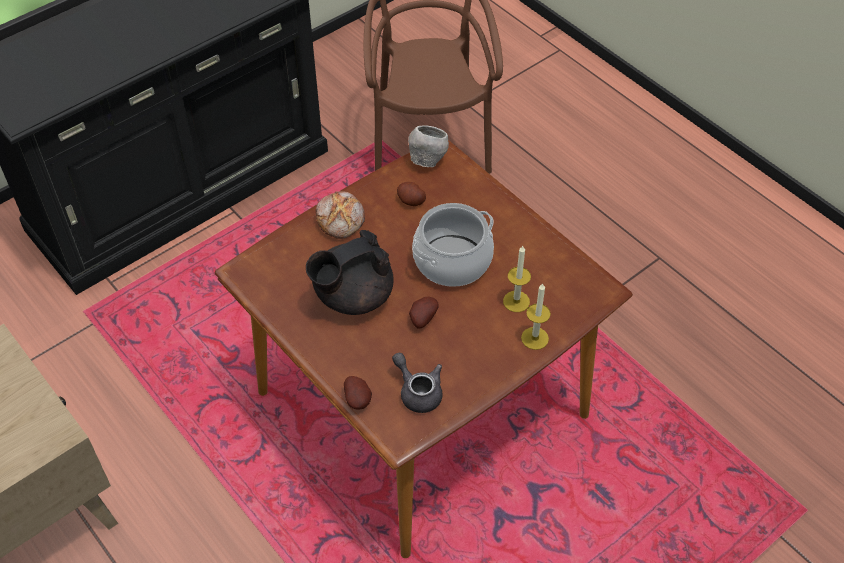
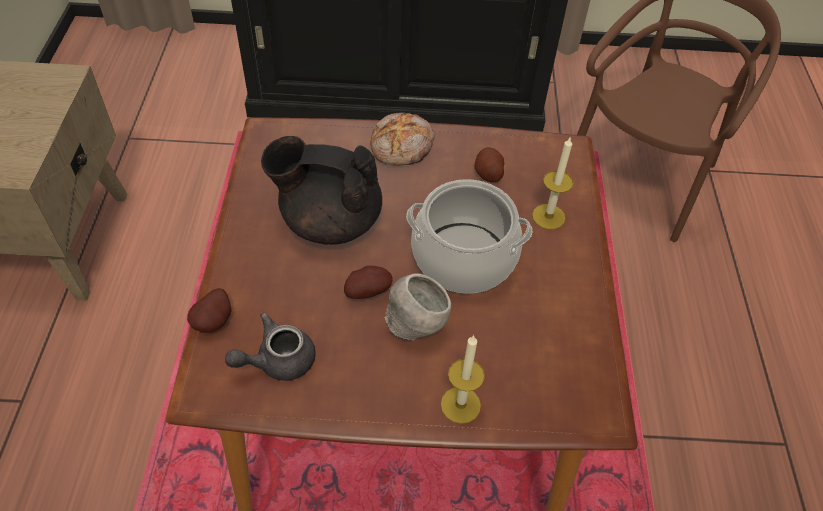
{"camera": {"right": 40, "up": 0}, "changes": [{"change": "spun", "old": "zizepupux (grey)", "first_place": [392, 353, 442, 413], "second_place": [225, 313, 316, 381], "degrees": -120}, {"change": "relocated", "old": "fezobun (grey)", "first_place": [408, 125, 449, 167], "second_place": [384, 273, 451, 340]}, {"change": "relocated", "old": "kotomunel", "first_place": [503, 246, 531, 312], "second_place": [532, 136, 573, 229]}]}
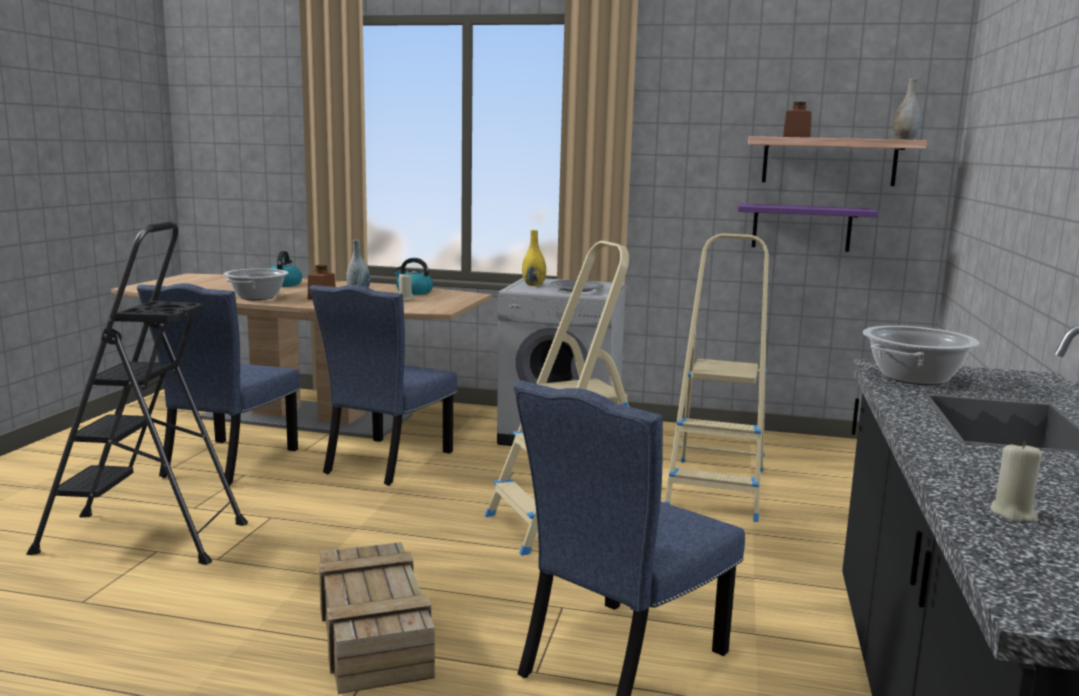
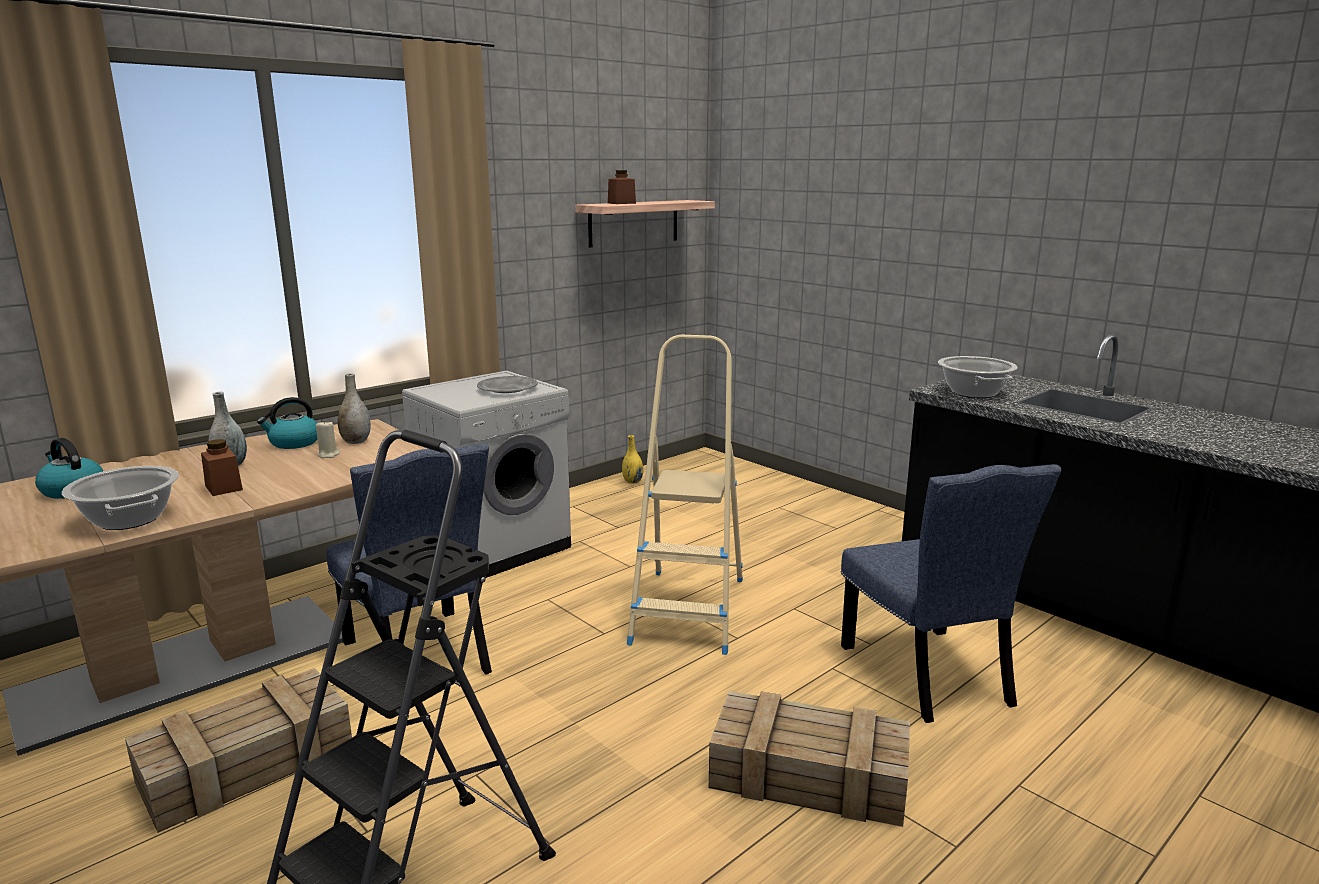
{"camera": {"right": -55, "up": 5}, "changes": [{"change": "exchanged", "old": "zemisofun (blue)", "new": "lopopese", "first_place": [137, 283, 300, 486], "second_place": [125, 668, 352, 833]}, {"change": "relocated", "old": "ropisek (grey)", "first_place": [893, 79, 922, 140], "second_place": [338, 373, 371, 444]}, {"change": "relocated", "old": "ropisek (yellow)", "first_place": [522, 230, 546, 286], "second_place": [622, 435, 643, 484]}, {"change": "missing", "old": "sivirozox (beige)", "first_place": [665, 234, 769, 522]}, {"change": "missing", "old": "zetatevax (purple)", "first_place": [738, 203, 879, 252]}, {"change": "missing", "old": "kotomunel (beige)", "first_place": [990, 441, 1042, 523]}]}
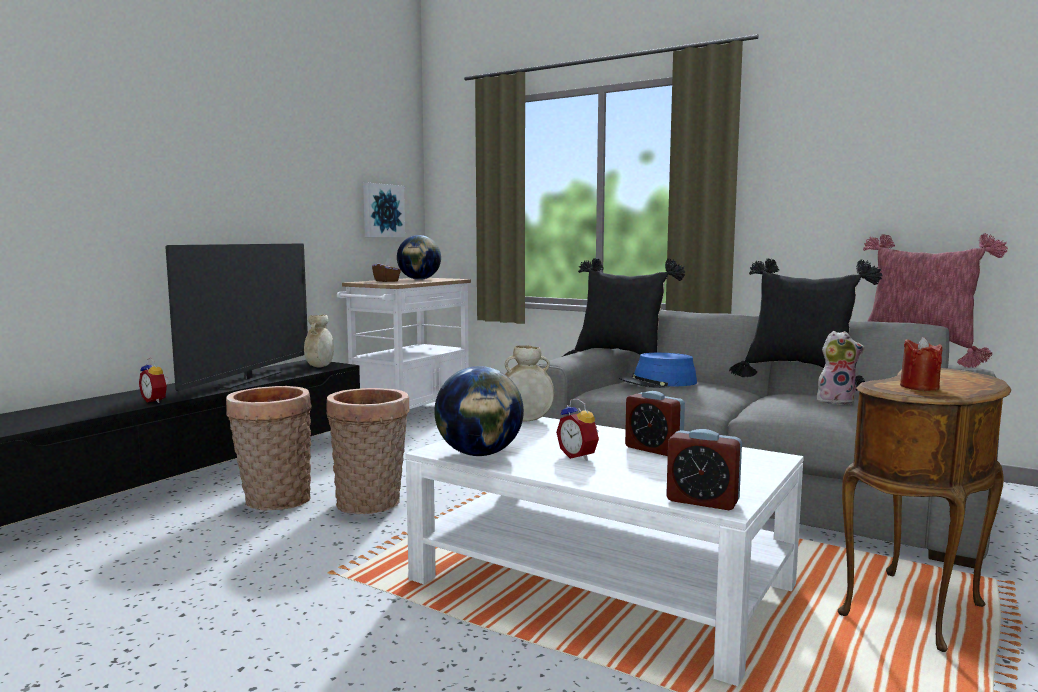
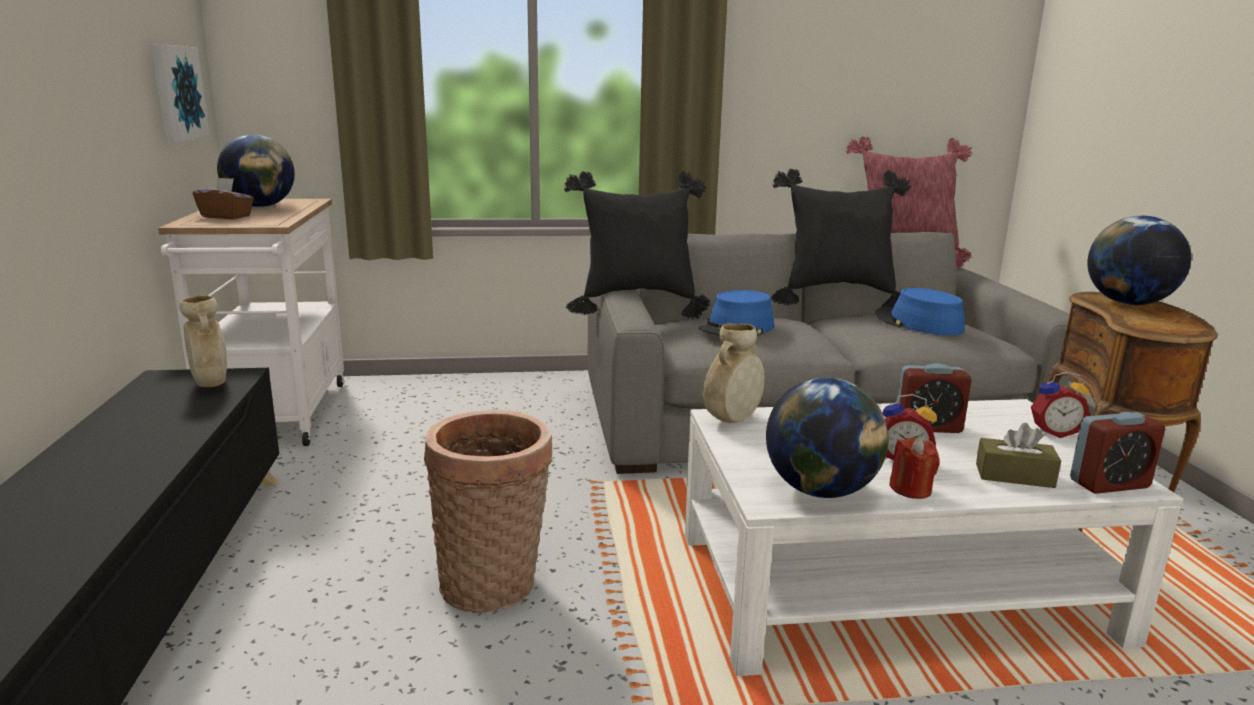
{"camera": {"right": -40, "up": 10}, "changes": [{"change": "exchanged", "old": "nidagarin", "new": "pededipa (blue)", "first_place": [817, 331, 865, 405], "second_place": [876, 288, 965, 335]}, {"change": "relocated", "old": "kotomunel (red)", "first_place": [900, 337, 942, 391], "second_place": [889, 437, 940, 499]}, {"change": "appeared", "new": "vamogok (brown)", "second_place": [976, 423, 1061, 488]}, {"change": "relocated", "old": "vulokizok", "first_place": [139, 358, 169, 403], "second_place": [1031, 372, 1090, 438]}, {"change": "appeared", "new": "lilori", "second_place": [1087, 216, 1191, 305]}, {"change": "missing", "old": "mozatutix", "first_place": [166, 243, 308, 391]}, {"change": "missing", "old": "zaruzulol", "first_place": [226, 386, 312, 510]}]}
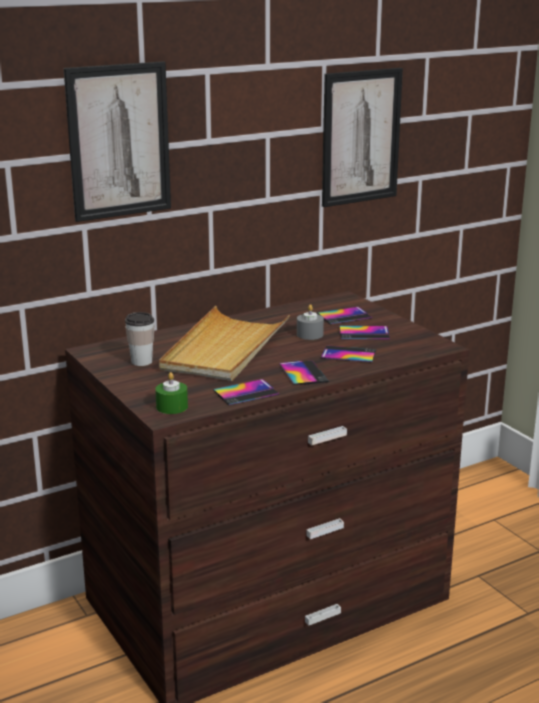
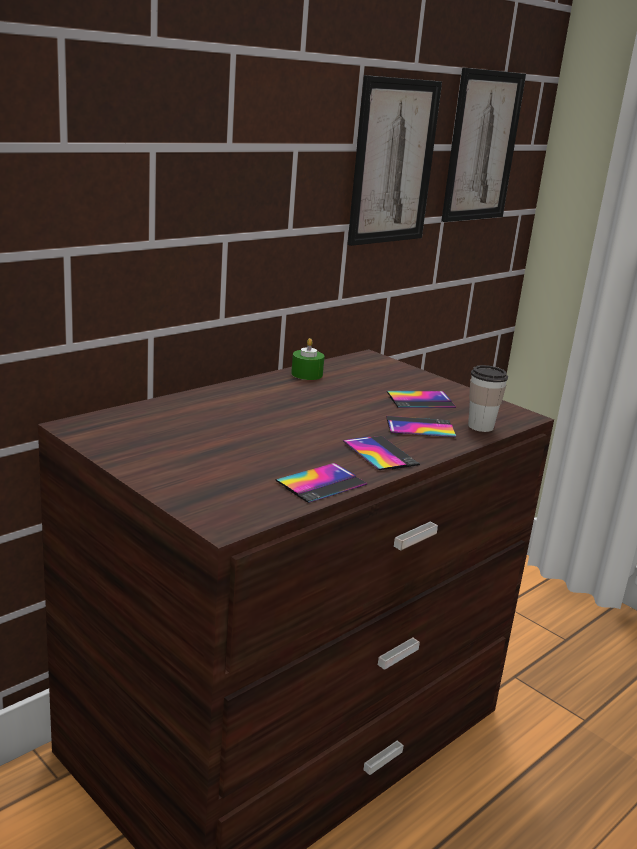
{"camera": {"right": -15, "up": 0}, "changes": [{"change": "relocated", "old": "kotomunel (green)", "first_place": [155, 372, 188, 414], "second_place": [291, 338, 325, 380]}, {"change": "relocated", "old": "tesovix", "first_place": [63, 61, 171, 222], "second_place": [441, 67, 526, 222]}, {"change": "relocated", "old": "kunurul", "first_place": [125, 312, 154, 366], "second_place": [468, 365, 508, 432]}, {"change": "missing", "old": "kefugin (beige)", "first_place": [159, 306, 290, 381]}, {"change": "missing", "old": "kotomunel (grey)", "first_place": [297, 304, 324, 340]}, {"change": "missing", "old": "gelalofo", "first_place": [317, 307, 372, 324]}]}
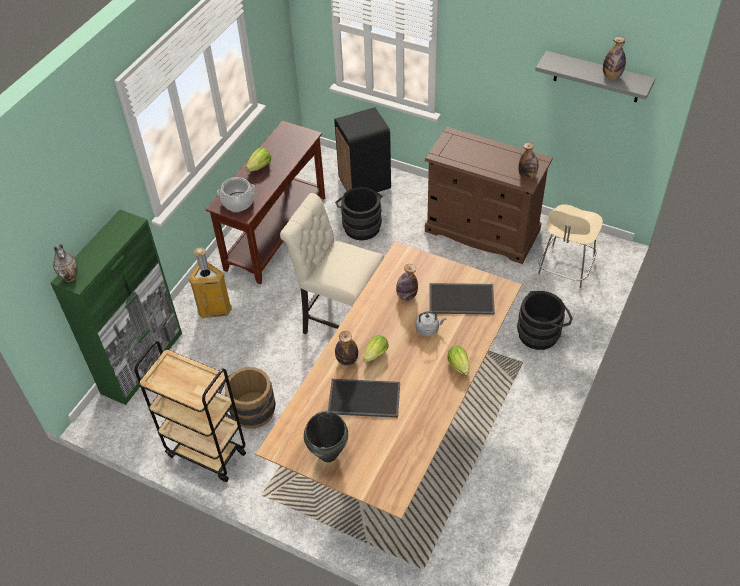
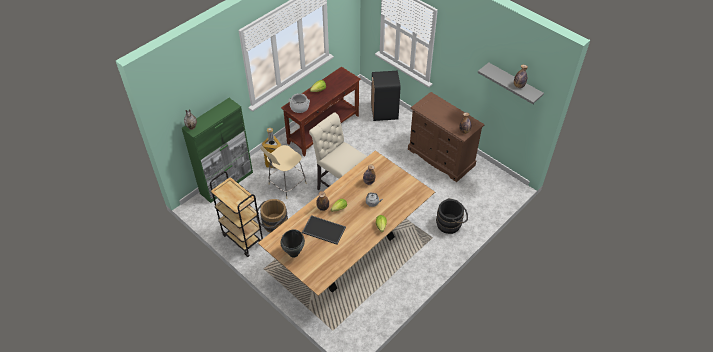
{"camera": {"right": 15, "up": 0}, "changes": [{"change": "relocated", "old": "zemisofun (beige)", "first_place": [537, 204, 603, 293], "second_place": [260, 145, 307, 199]}, {"change": "missing", "old": "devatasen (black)", "first_place": [335, 187, 383, 240]}, {"change": "missing", "old": "kefugin", "first_place": [429, 283, 495, 315]}]}
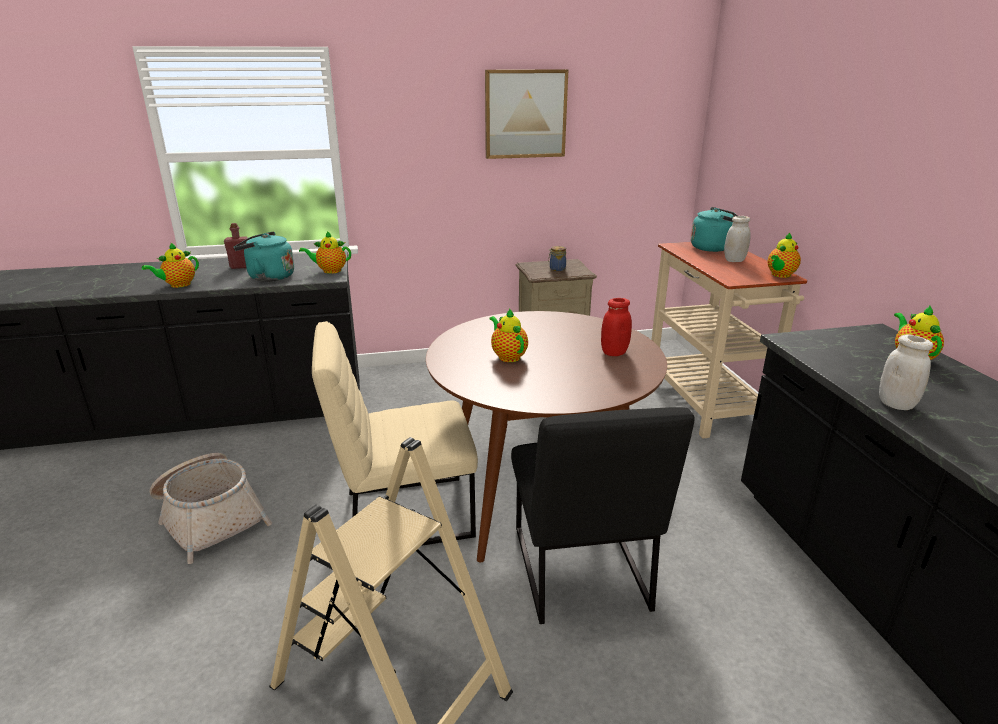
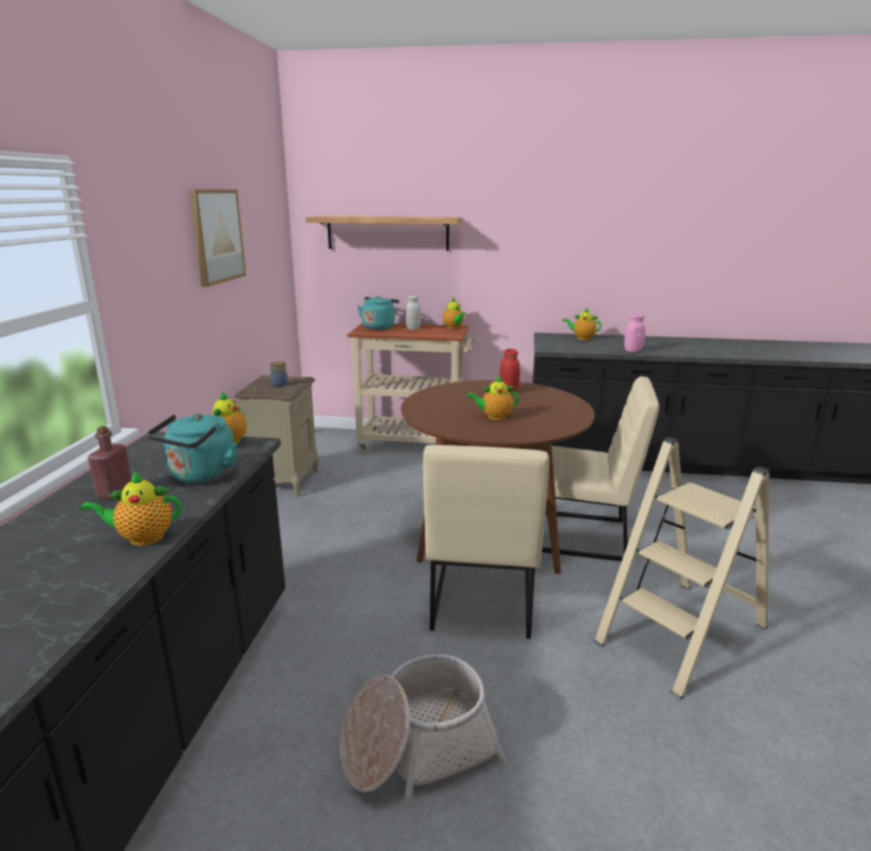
{"camera": {"right": -70, "up": -5}, "changes": [{"change": "spun", "old": "zizepupux", "first_place": [142, 242, 199, 288], "second_place": [80, 471, 181, 546], "degrees": 105}, {"change": "appeared", "new": "zetatevax", "second_place": [305, 216, 461, 251]}, {"change": "colour", "old": "zemisofun (black)", "new": "zemisofun (beige)", "first_place": [511, 407, 695, 624], "second_place": [542, 376, 659, 561]}, {"change": "colour", "old": "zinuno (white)", "new": "zinuno (pink)", "first_place": [879, 335, 933, 410], "second_place": [624, 314, 646, 352]}]}
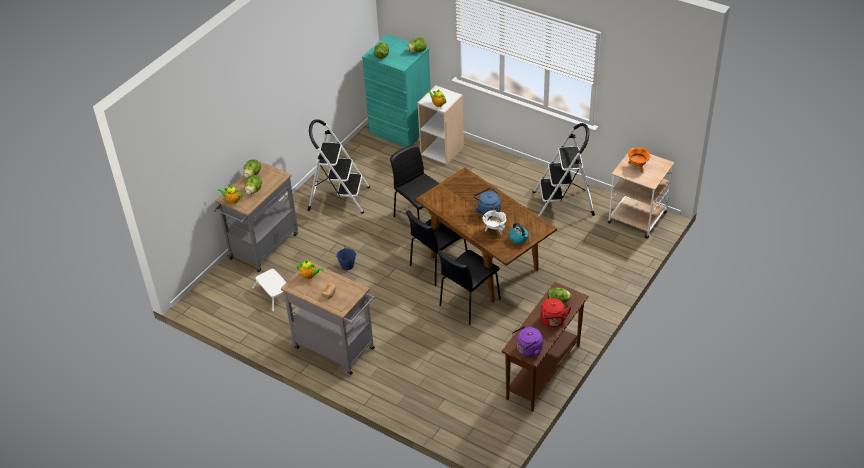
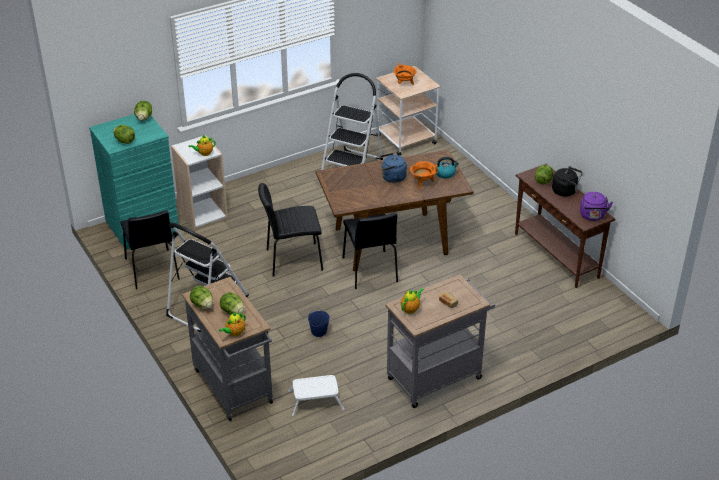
{"camera": {"right": -65, "up": -5}, "changes": [{"change": "relocated", "old": "zemisofun (black)", "first_place": [437, 250, 501, 325], "second_place": [120, 210, 180, 289]}, {"change": "colour", "old": "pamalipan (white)", "new": "pamalipan (orange)", "first_place": [483, 210, 506, 236], "second_place": [410, 161, 438, 189]}, {"change": "colour", "old": "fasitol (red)", "new": "fasitol (black)", "first_place": [540, 298, 571, 327], "second_place": [552, 166, 582, 197]}]}
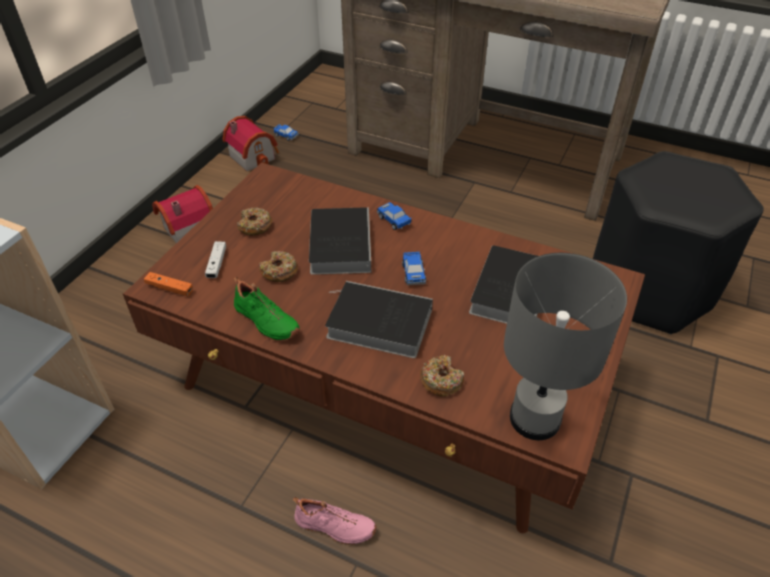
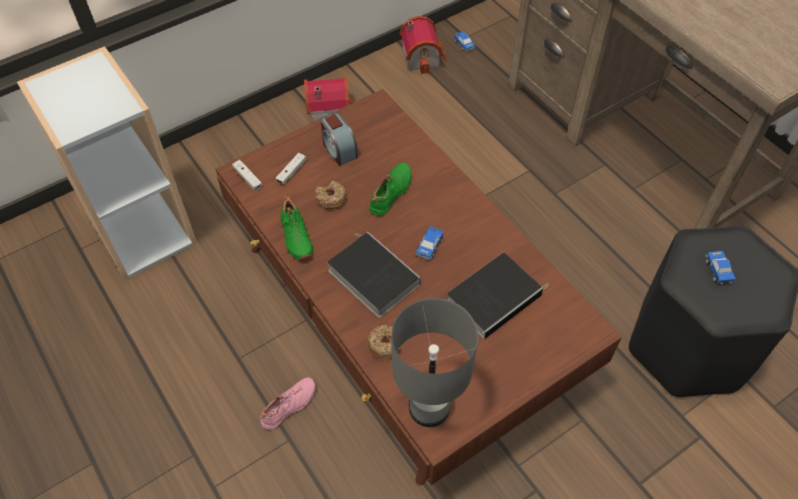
{"camera": {"right": 30, "up": 10}, "changes": [{"change": "colour", "old": "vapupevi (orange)", "new": "vapupevi (white)", "first_place": [144, 272, 193, 296], "second_place": [232, 160, 262, 191]}, {"change": "spun", "old": "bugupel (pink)", "first_place": [293, 497, 376, 545], "second_place": [259, 377, 316, 430], "degrees": -90}, {"change": "exchanged", "old": "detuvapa", "new": "vulokizok", "first_place": [237, 207, 273, 236], "second_place": [321, 112, 358, 166]}, {"change": "exchanged", "old": "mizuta", "new": "bugupel (green)", "first_place": [309, 207, 371, 275], "second_place": [369, 163, 411, 216]}, {"change": "relocated", "old": "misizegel", "first_place": [377, 202, 411, 230], "second_place": [705, 251, 736, 284]}]}
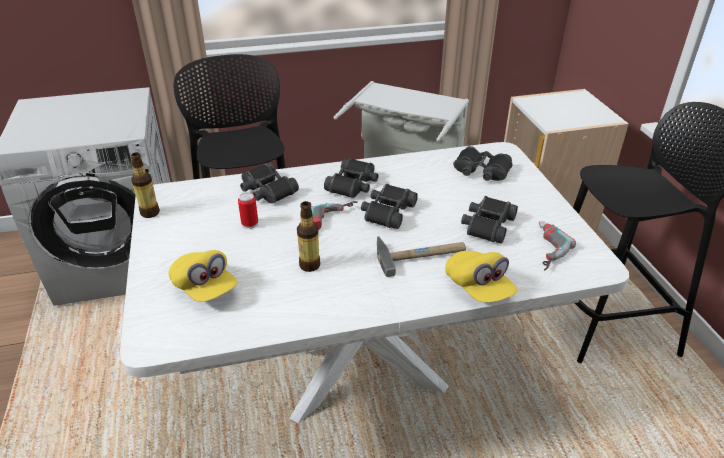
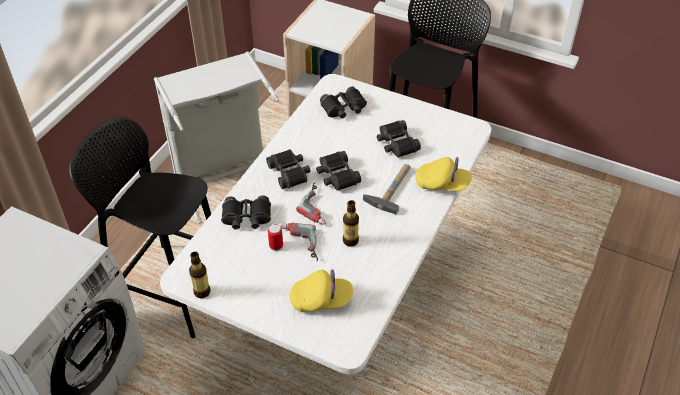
{"camera": {"right": -50, "up": 10}, "changes": [{"change": "relocated", "old": "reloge", "first_place": [539, 221, 576, 271], "second_place": [280, 222, 318, 261]}]}
